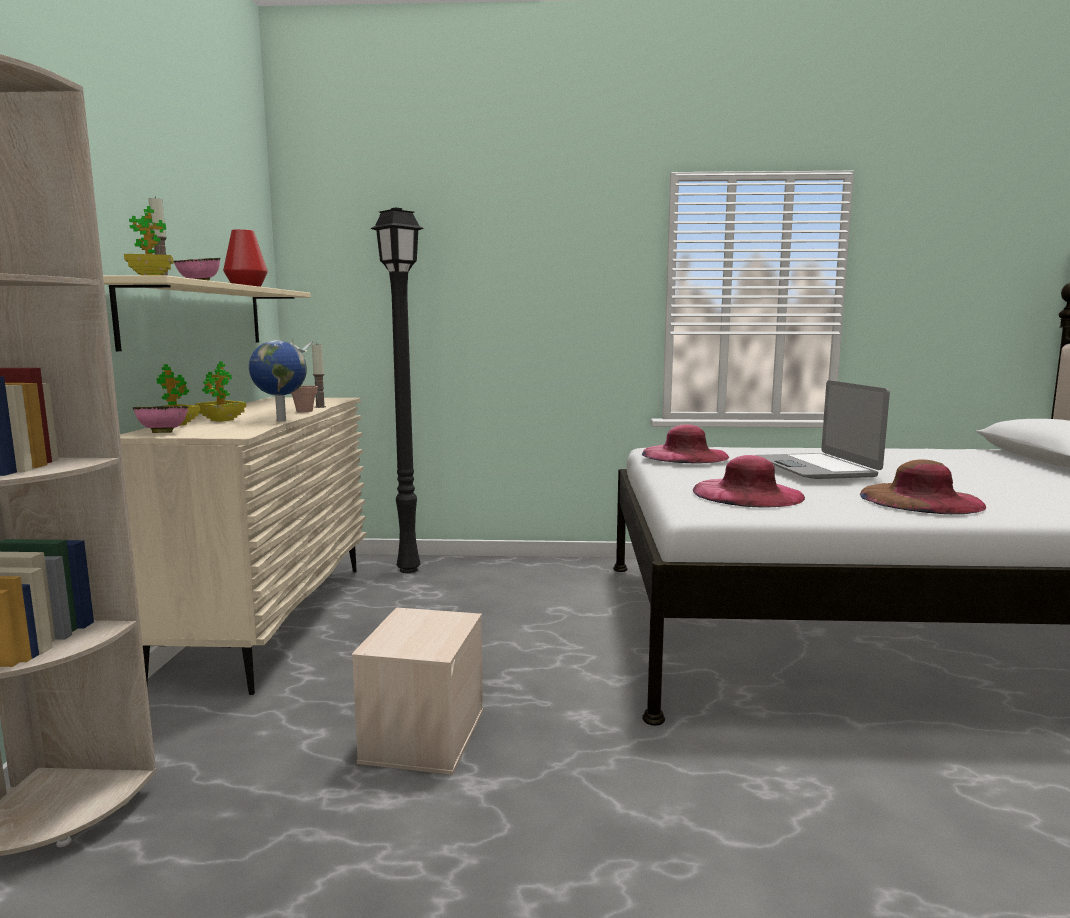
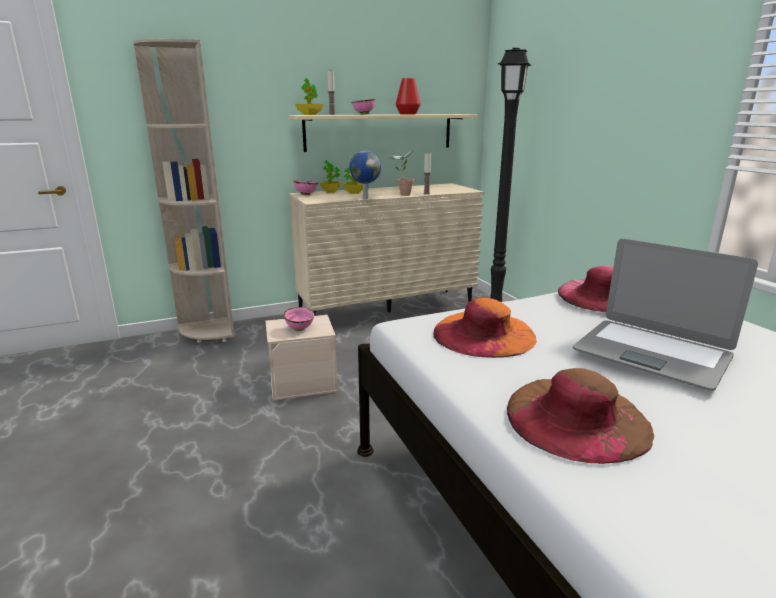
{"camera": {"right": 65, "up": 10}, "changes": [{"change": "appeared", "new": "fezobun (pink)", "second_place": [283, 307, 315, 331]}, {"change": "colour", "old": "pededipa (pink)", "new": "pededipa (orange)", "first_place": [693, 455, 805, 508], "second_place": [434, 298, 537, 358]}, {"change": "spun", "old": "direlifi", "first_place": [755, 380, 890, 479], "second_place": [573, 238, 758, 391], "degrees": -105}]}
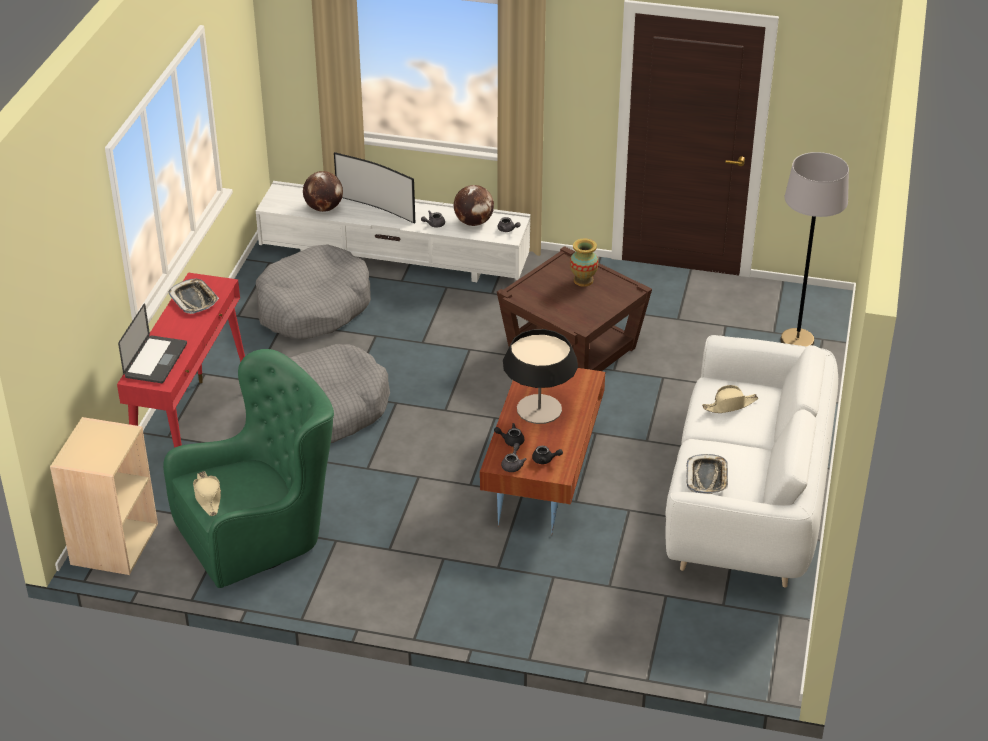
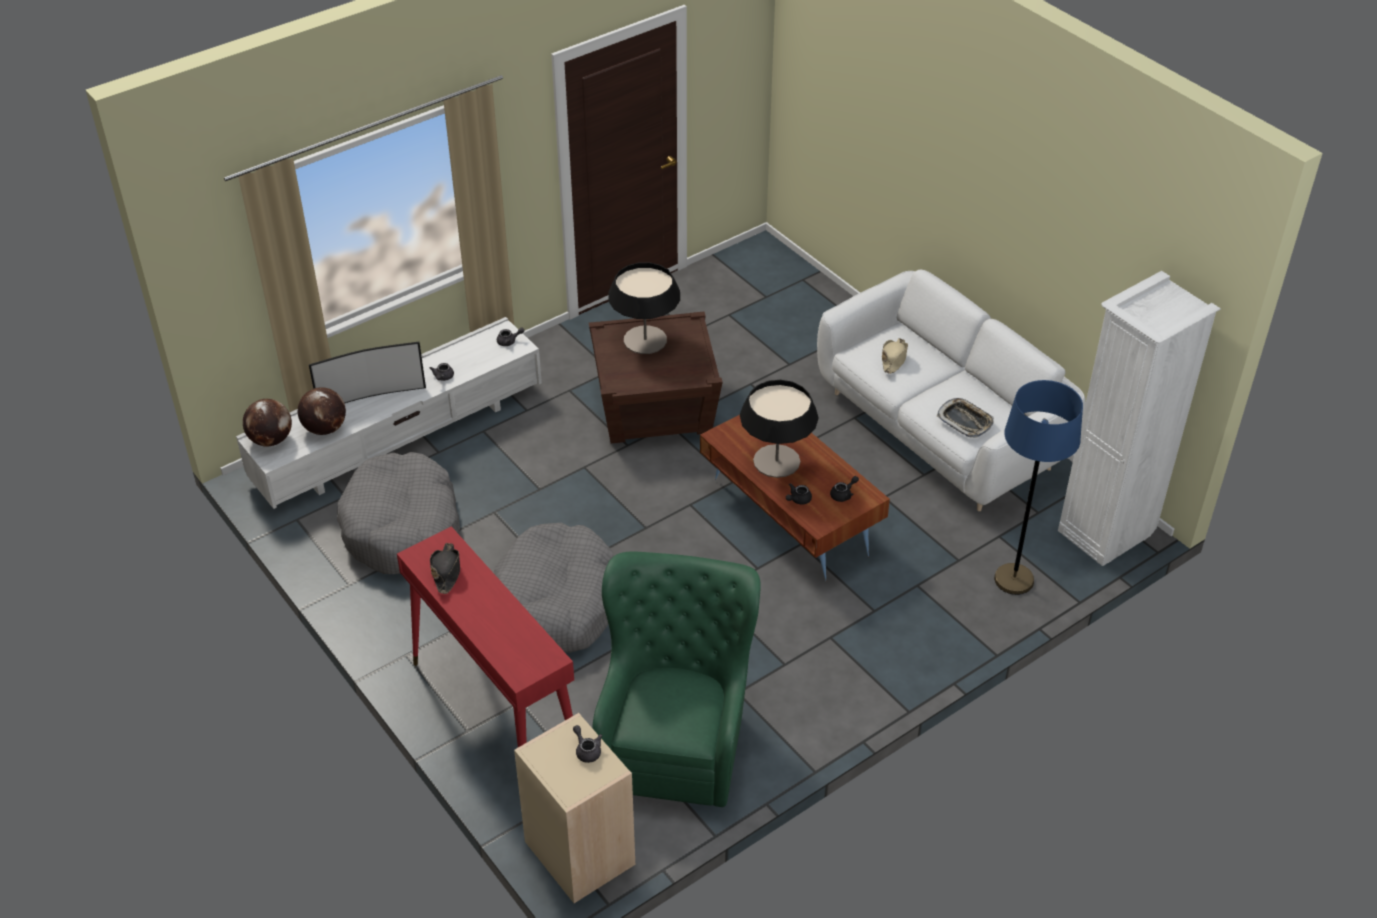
{"camera": {"right": -50, "up": 5}, "changes": [{"change": "relocated", "old": "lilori", "first_place": [454, 185, 494, 226], "second_place": [243, 399, 292, 447]}, {"change": "exchanged", "old": "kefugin", "new": "pededipa (black)", "first_place": [168, 279, 219, 314], "second_place": [430, 543, 460, 594]}, {"change": "relocated", "old": "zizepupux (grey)", "first_place": [501, 443, 527, 472], "second_place": [573, 725, 602, 763]}, {"change": "exchanged", "old": "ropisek", "new": "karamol", "first_place": [570, 238, 599, 287], "second_place": [608, 262, 680, 354]}, {"change": "appeared", "new": "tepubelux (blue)", "second_place": [994, 380, 1083, 595]}, {"change": "appeared", "new": "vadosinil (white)", "second_place": [1058, 271, 1221, 566]}, {"change": "missing", "old": "direlifi", "first_place": [118, 303, 187, 383]}, {"change": "missing", "old": "pededipa (beige)", "first_place": [193, 471, 221, 516]}, {"change": "missing", "old": "tepubelux (grey)", "first_place": [780, 152, 849, 347]}]}
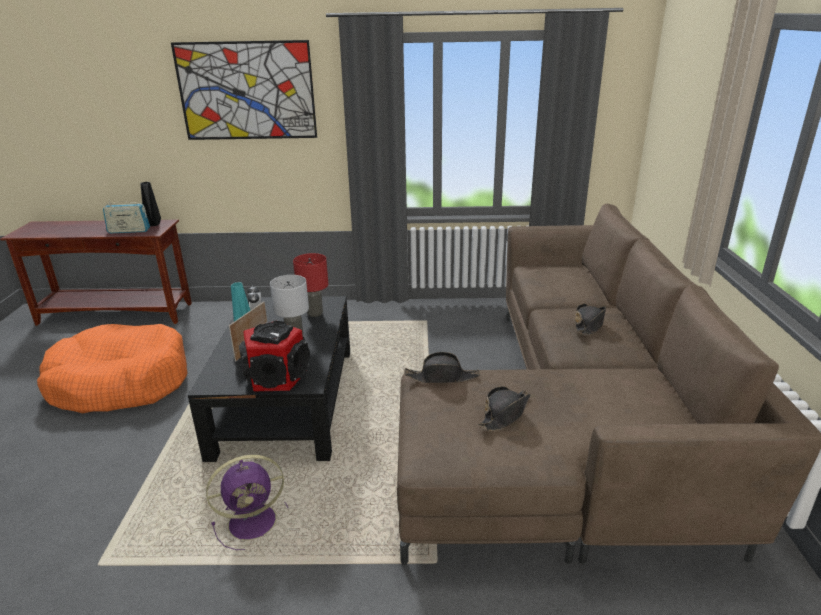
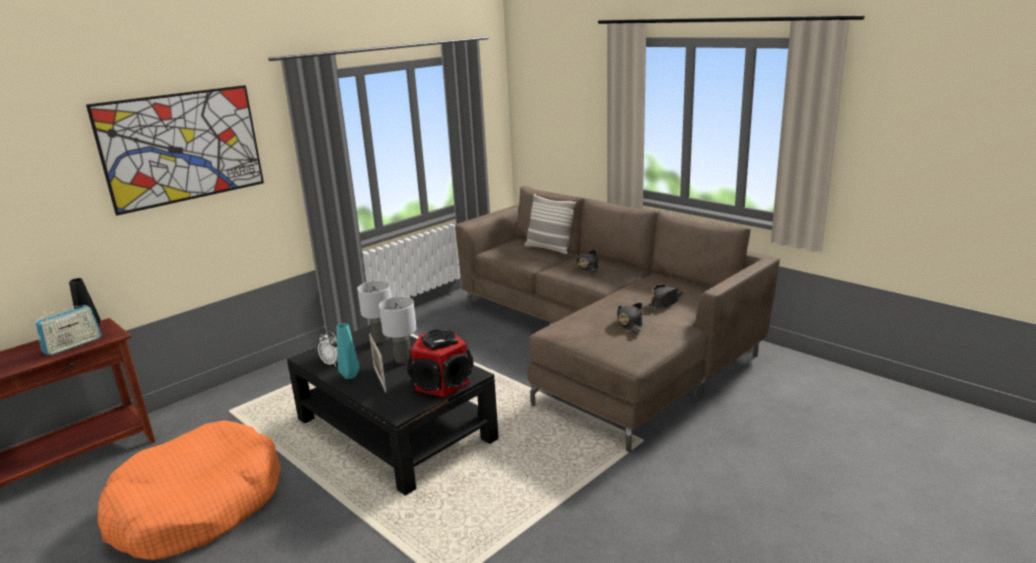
{"camera": {"right": -45, "up": -5}, "changes": [{"change": "colour", "old": "karamol (red)", "new": "karamol (white)", "first_place": [293, 253, 328, 317], "second_place": [357, 281, 392, 344]}, {"change": "appeared", "new": "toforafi", "second_place": [524, 194, 576, 254]}, {"change": "relocated", "old": "pededipa (black)", "first_place": [404, 352, 480, 383], "second_place": [647, 284, 683, 310]}, {"change": "missing", "old": "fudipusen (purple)", "first_place": [206, 455, 288, 550]}]}
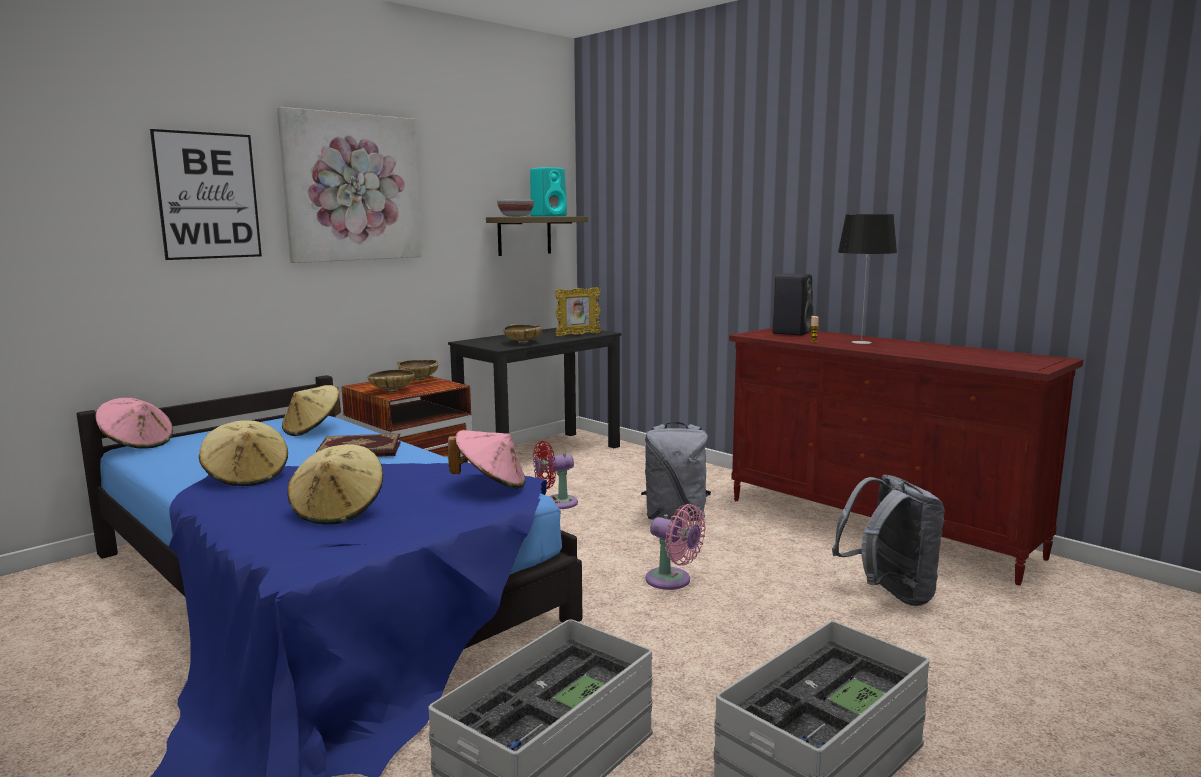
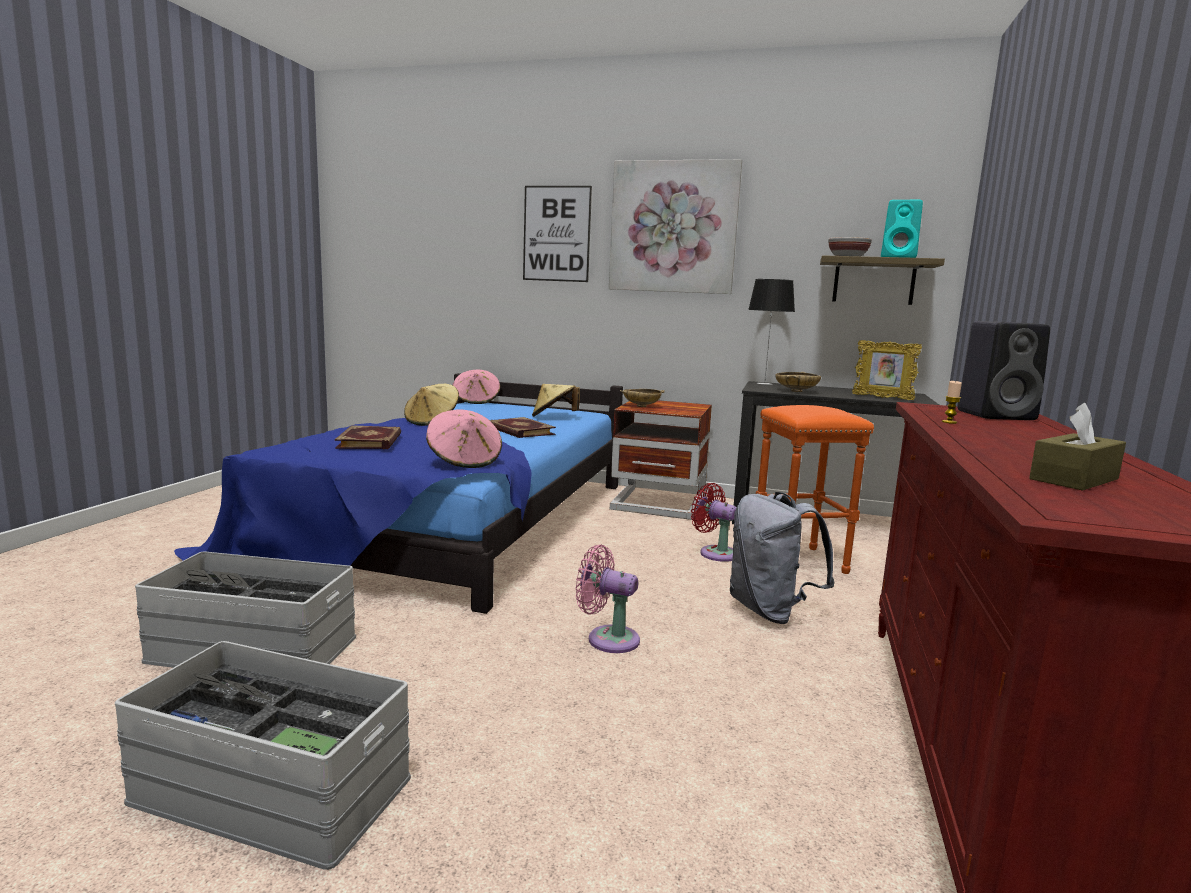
{"camera": {"right": 60, "up": 0}, "changes": [{"change": "exchanged", "old": "pededipa (beige)", "new": "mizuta", "first_place": [287, 444, 383, 525], "second_place": [335, 425, 401, 450]}, {"change": "spun", "old": "fudipusen (pink)", "first_place": [645, 504, 706, 590], "second_place": [575, 544, 640, 653], "degrees": 105}, {"change": "relocated", "old": "karamol", "first_place": [838, 214, 897, 344], "second_place": [748, 279, 795, 385]}, {"change": "appeared", "new": "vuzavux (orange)", "second_place": [756, 405, 874, 574]}, {"change": "appeared", "new": "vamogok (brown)", "second_place": [1029, 403, 1126, 491]}, {"change": "missing", "old": "fezobun (beige)", "first_place": [397, 360, 439, 380]}, {"change": "missing", "old": "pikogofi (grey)", "first_place": [832, 474, 945, 606]}]}
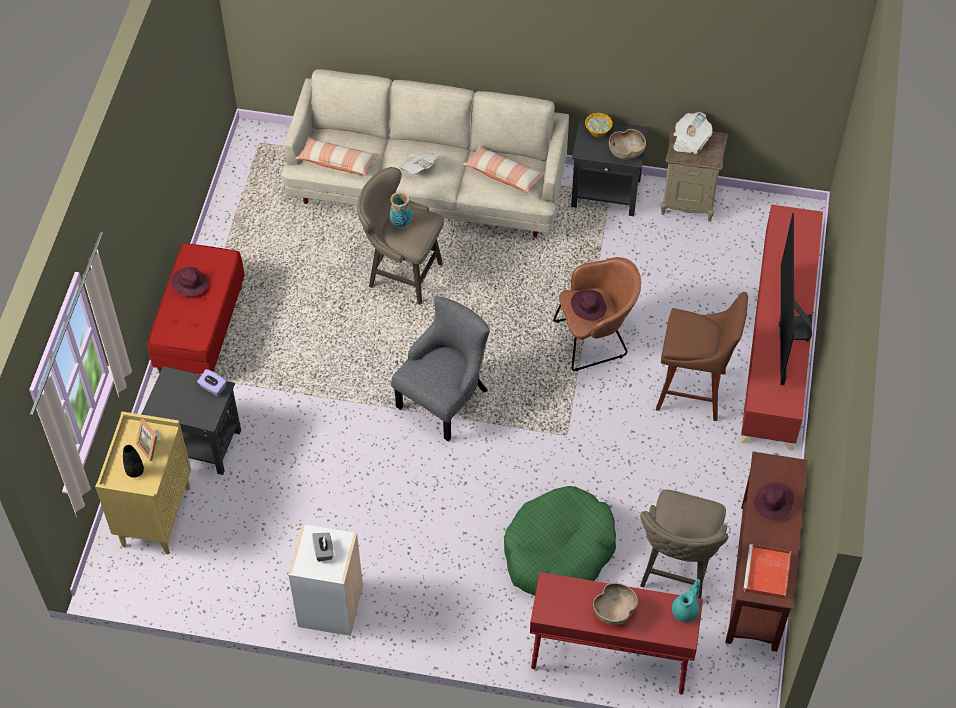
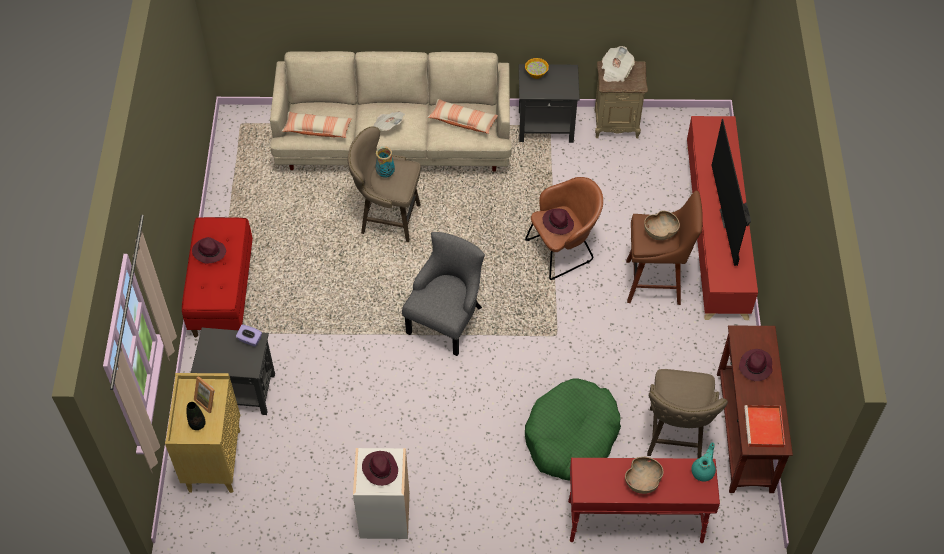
{"camera": {"right": -10, "up": 0}, "changes": [{"change": "exchanged", "old": "vamogok (grey)", "new": "pededipa (purple)", "first_place": [312, 533, 334, 562], "second_place": [362, 451, 398, 486]}, {"change": "relocated", "old": "fezobun (brown)", "first_place": [609, 129, 646, 159], "second_place": [644, 210, 680, 240]}]}
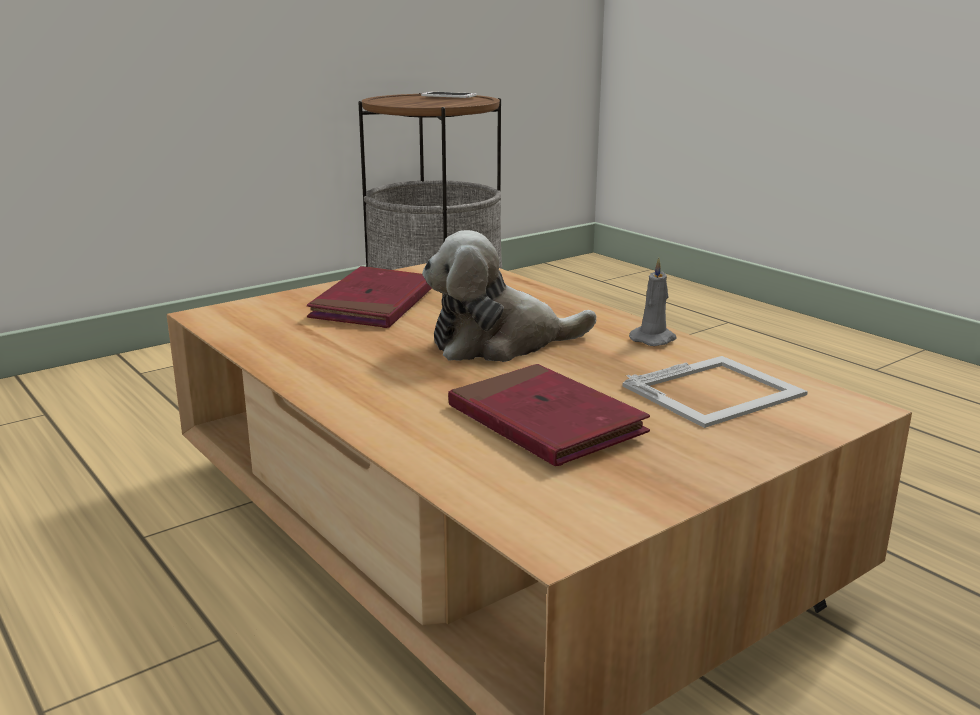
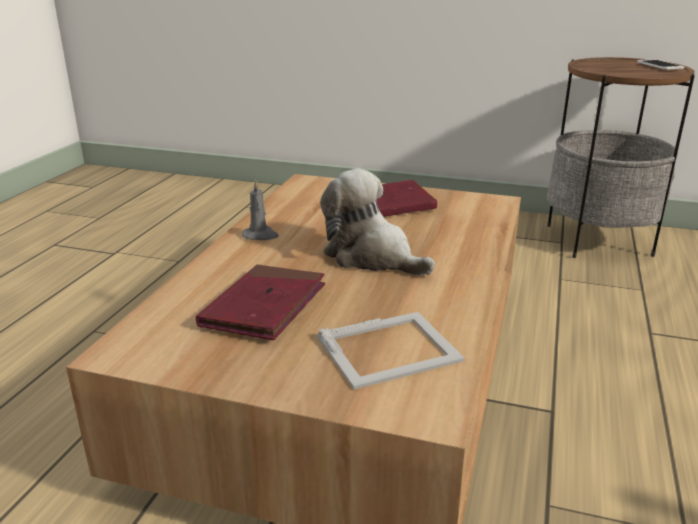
{"camera": {"right": 55, "up": 5}, "changes": [{"change": "relocated", "old": "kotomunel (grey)", "first_place": [629, 258, 677, 346], "second_place": [242, 180, 279, 240]}, {"change": "spun", "old": "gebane", "first_place": [622, 356, 808, 428], "second_place": [317, 312, 465, 389], "degrees": -45}]}
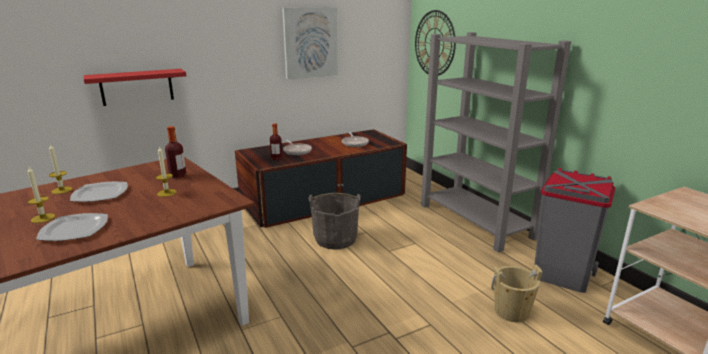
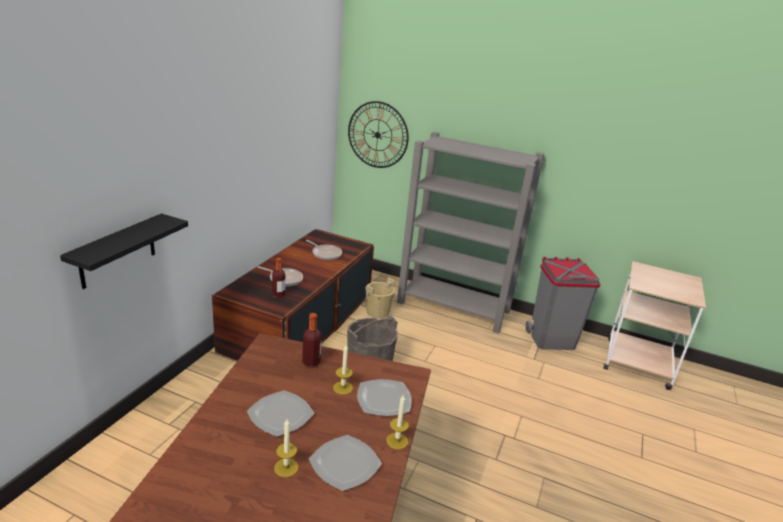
{"camera": {"right": -40, "up": 5}, "changes": [{"change": "colour", "old": "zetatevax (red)", "new": "zetatevax (black)", "first_place": [83, 69, 186, 106], "second_place": [60, 213, 188, 289]}, {"change": "appeared", "new": "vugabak", "second_place": [357, 379, 412, 416]}, {"change": "relocated", "old": "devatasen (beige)", "first_place": [491, 265, 543, 322], "second_place": [365, 277, 395, 319]}, {"change": "relocated", "old": "kotomunel", "first_place": [49, 144, 72, 194], "second_place": [386, 394, 409, 449]}, {"change": "missing", "old": "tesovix", "first_place": [282, 7, 338, 79]}]}
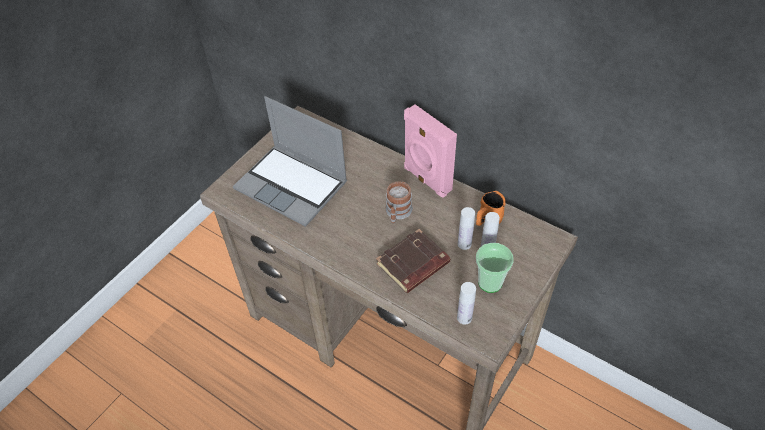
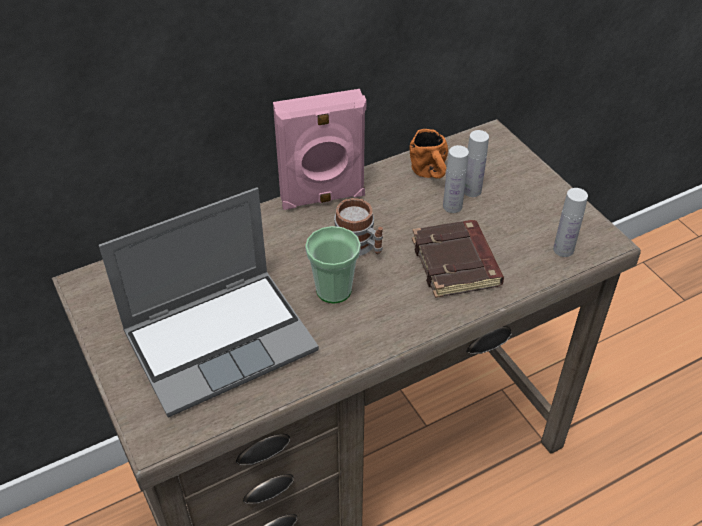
{"camera": {"right": -65, "up": -5}, "changes": [{"change": "relocated", "old": "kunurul", "first_place": [476, 243, 514, 293], "second_place": [305, 226, 361, 304]}]}
